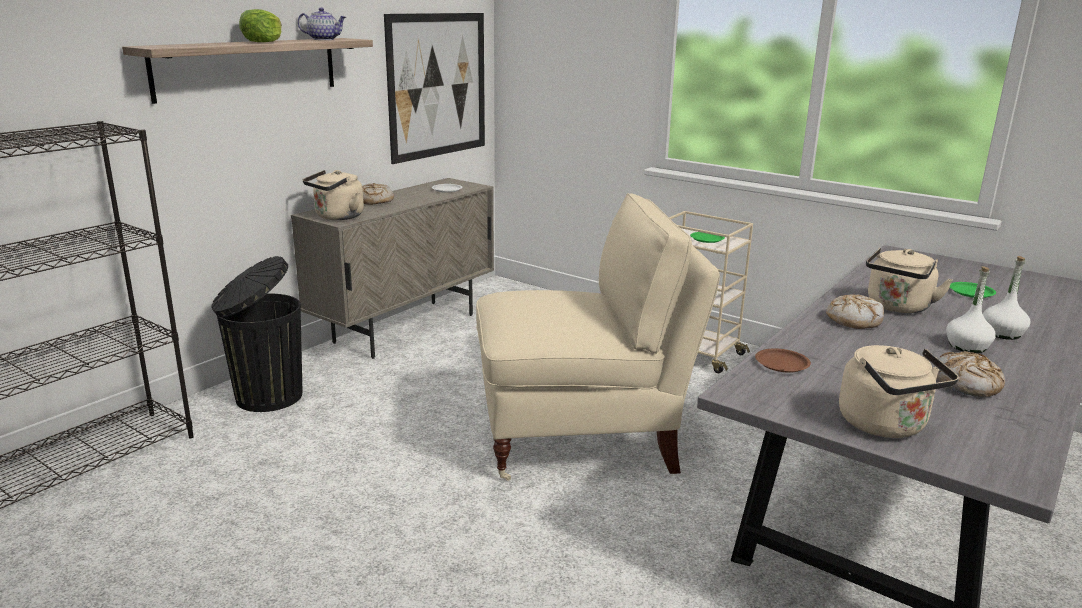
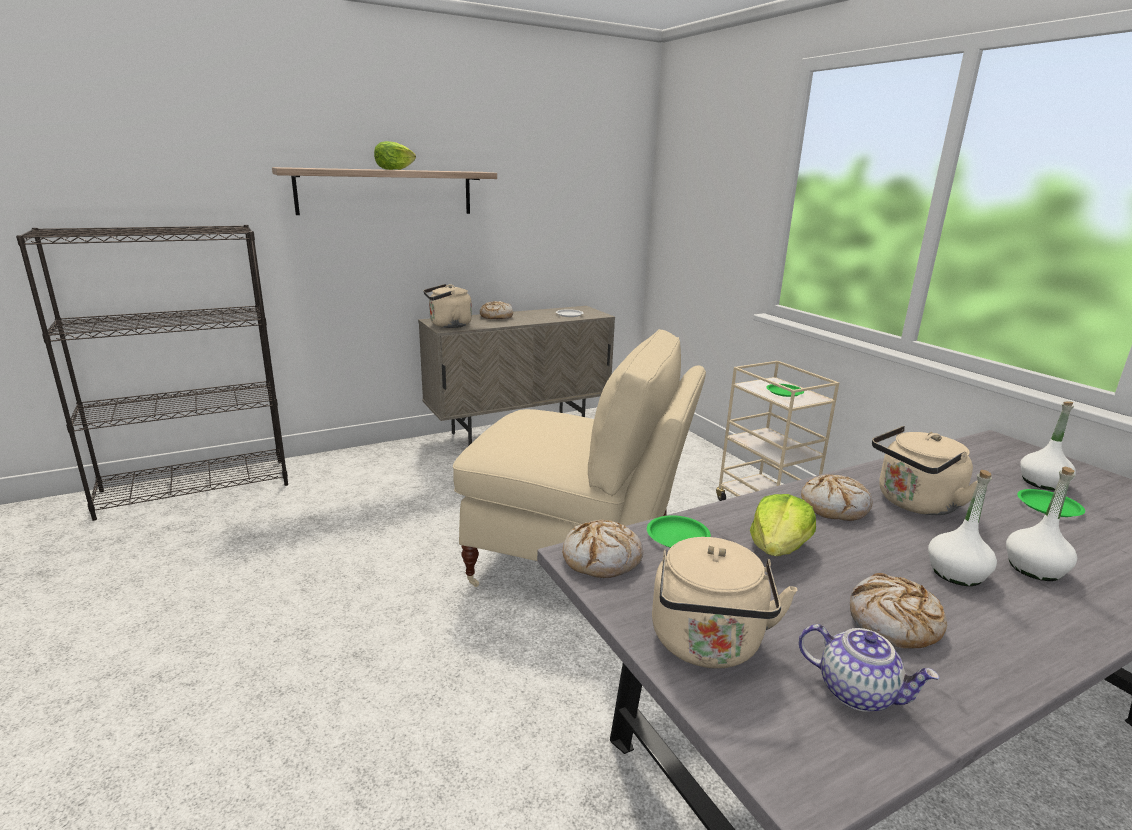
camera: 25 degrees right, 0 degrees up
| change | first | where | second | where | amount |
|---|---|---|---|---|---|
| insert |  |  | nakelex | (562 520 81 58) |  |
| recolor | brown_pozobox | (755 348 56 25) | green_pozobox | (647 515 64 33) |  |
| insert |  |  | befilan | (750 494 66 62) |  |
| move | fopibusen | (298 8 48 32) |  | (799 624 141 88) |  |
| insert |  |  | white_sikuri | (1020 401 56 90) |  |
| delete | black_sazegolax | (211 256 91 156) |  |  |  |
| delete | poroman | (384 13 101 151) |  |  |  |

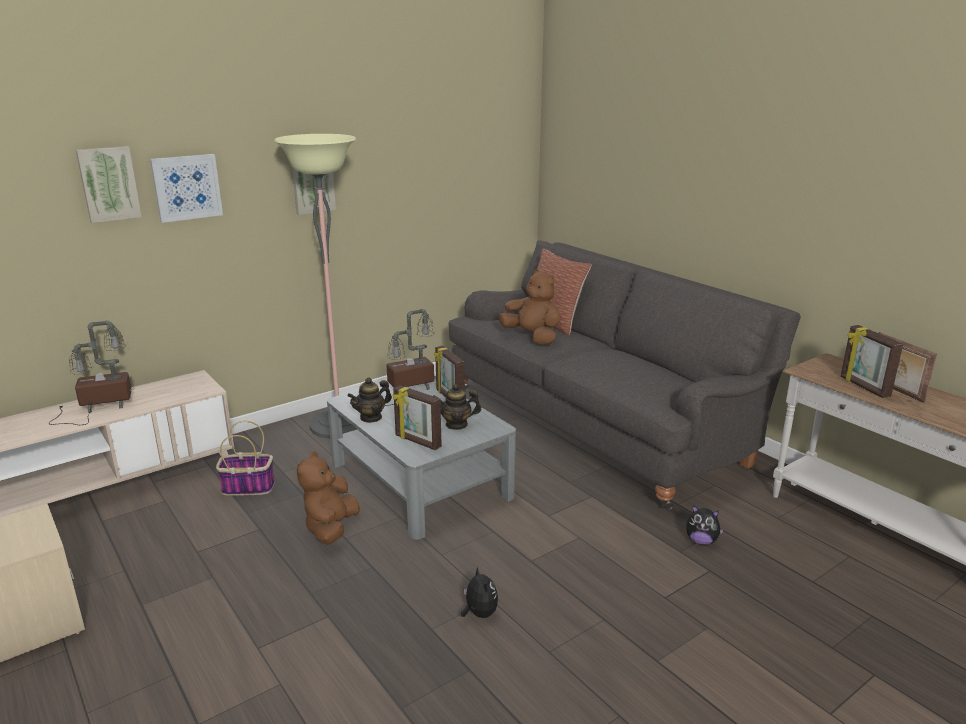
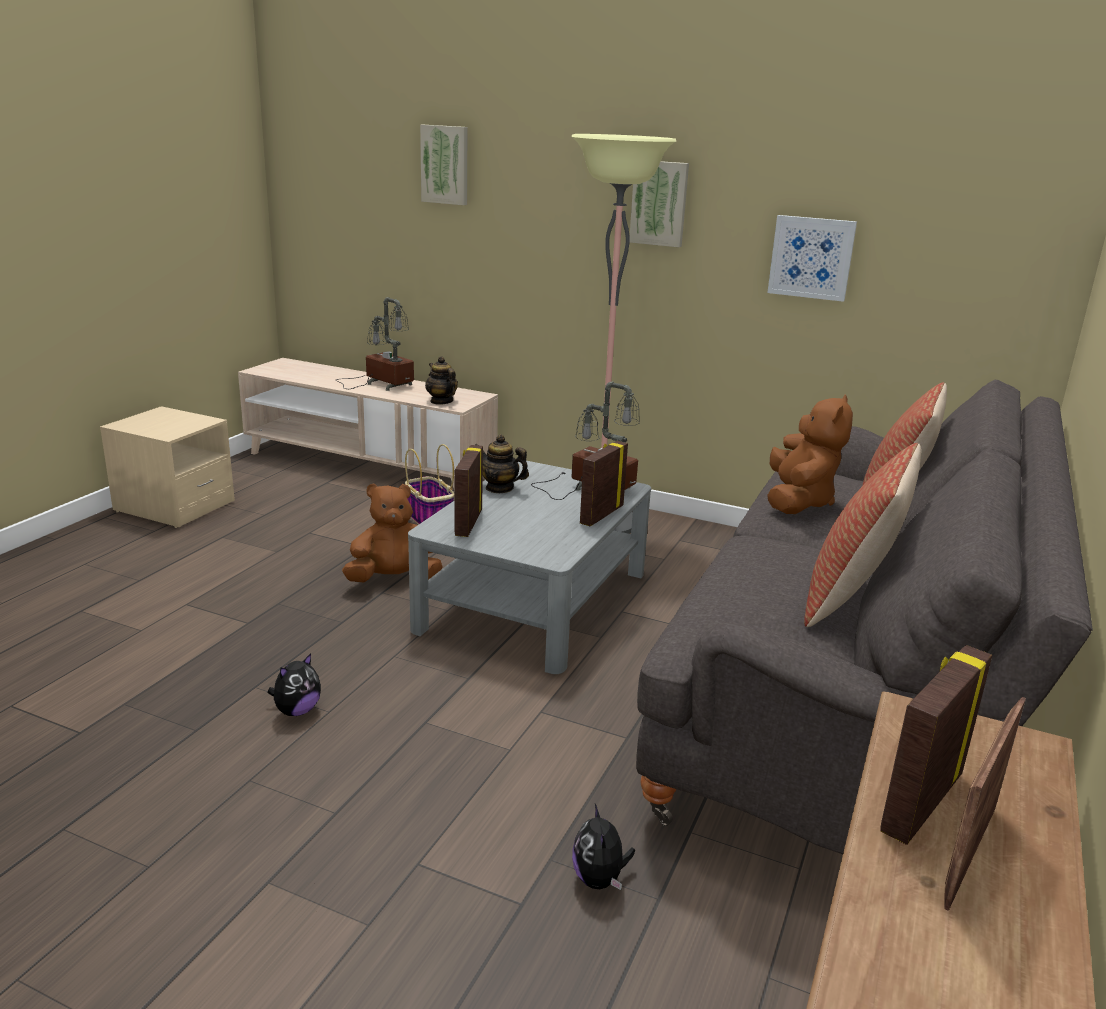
camera: 60 degrees right, 0 degrees up
| change | first | where | second | where | amount |
|---|---|---|---|---|---|
| move | fopibusen | (433 384 48 46) |  | (425 356 33 49) |  |
| move | poroman | (150 154 73 69) |  | (767 215 90 87) |  |
| insert |  |  | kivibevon | (804 443 117 184) |  |

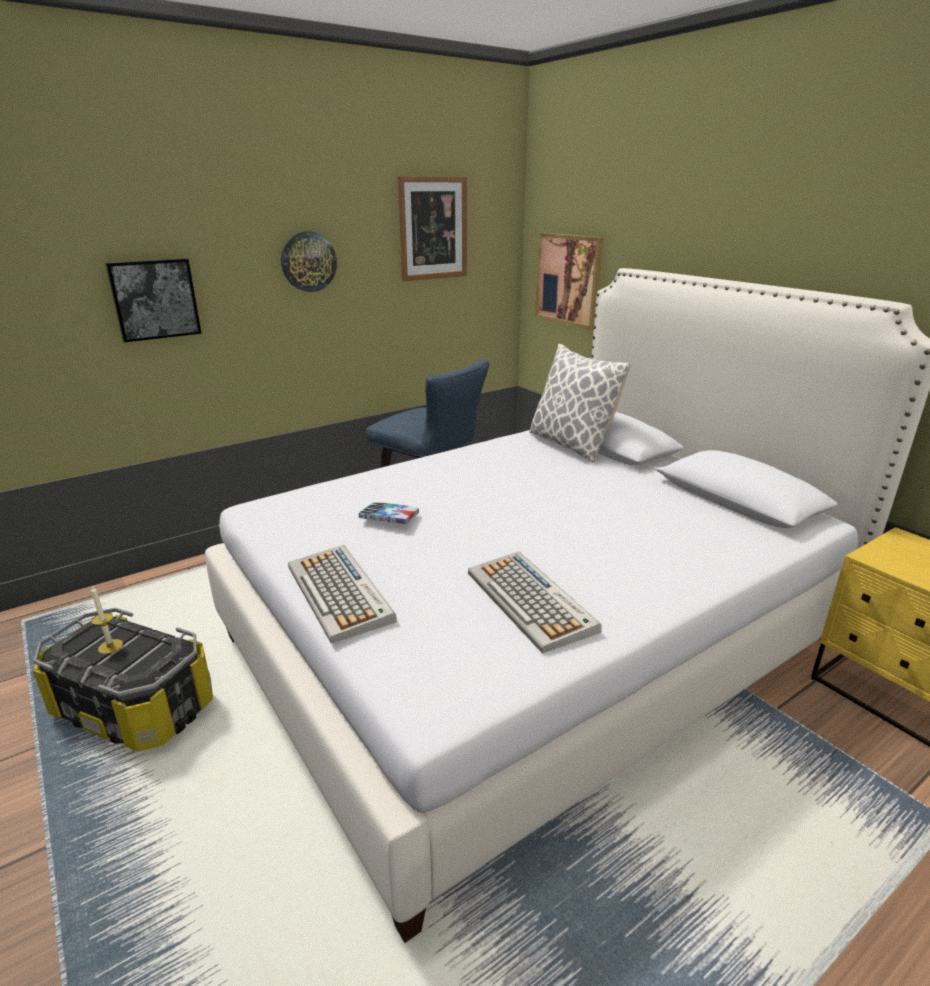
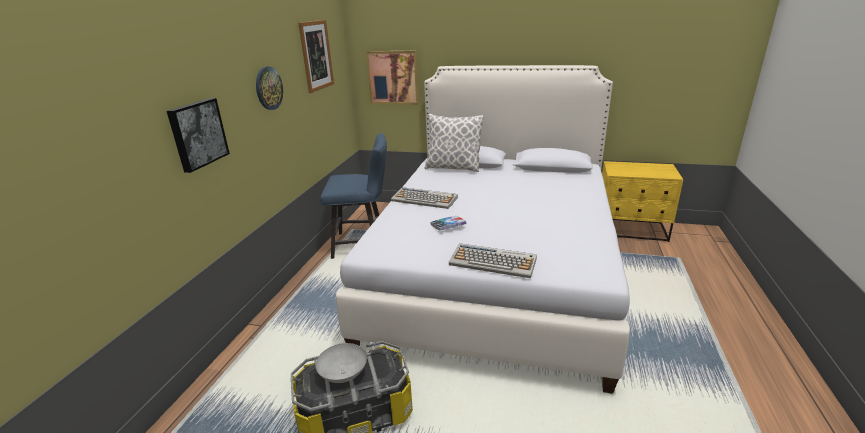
camera: 40 degrees left, 0 degrees up
| change | first | where | second | where | amount |
|---|---|---|---|---|---|
| replace | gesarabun | (91 586 32 68) | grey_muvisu | (315 343 52 40) |  |
| move | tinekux | (468 551 134 102) |  | (391 187 67 22) |  |

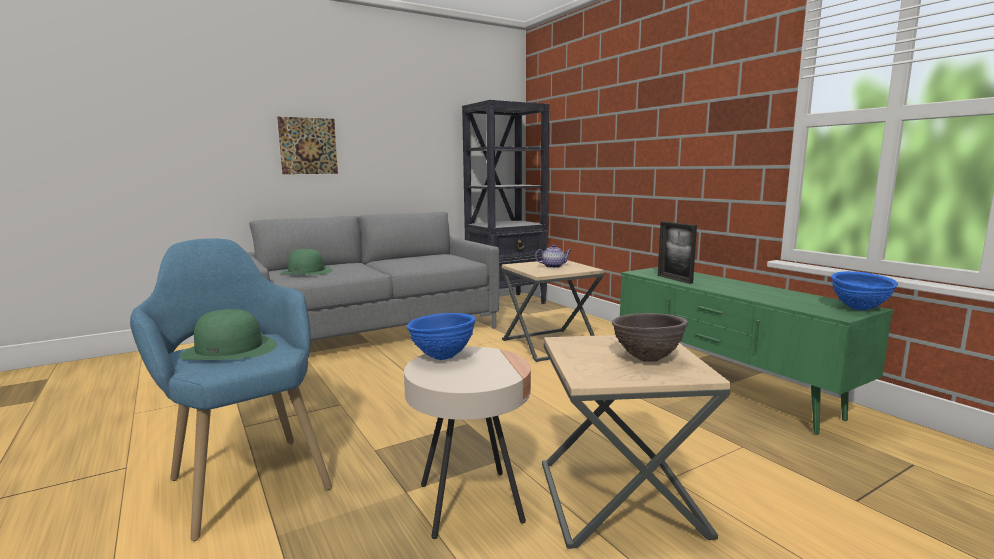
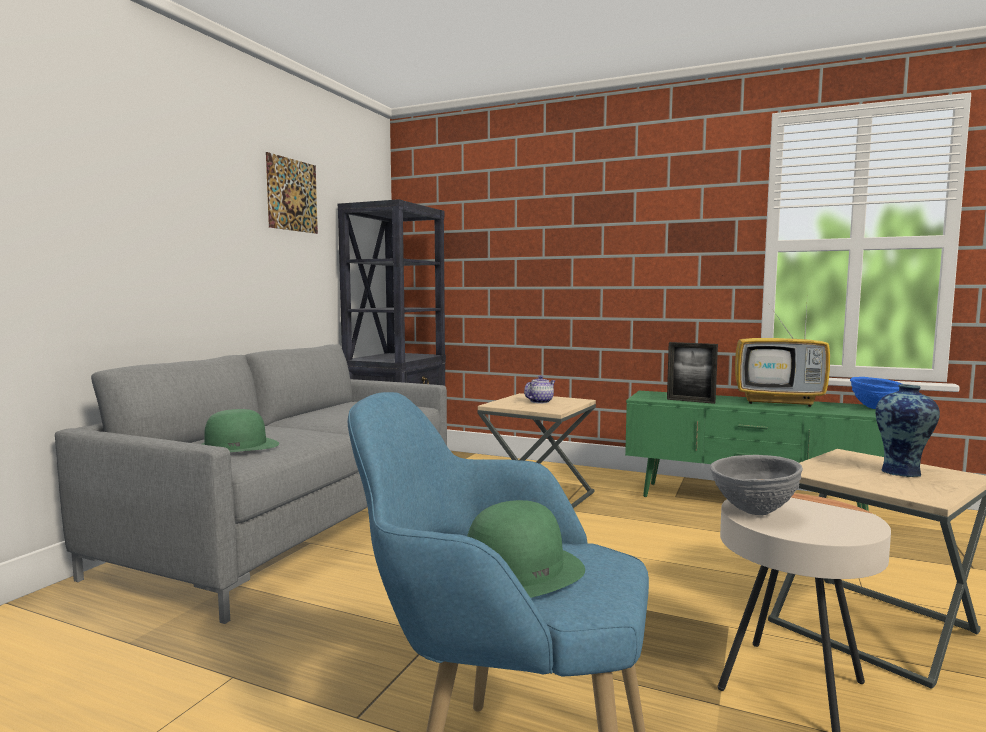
camera: 35 degrees left, 5 degrees down
| change | first | where | second | where | amount |
|---|---|---|---|---|---|
| move | poroman | (277 117 61 57) |  | (266 152 52 82) |  |
| recolor | blue_muvisu | (406 313 70 47) | grey_muvisu | (710 455 93 60) |  |
| insert |  |  | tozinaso | (735 293 95 114) |  |
| replace | brown_muvisu | (612 313 76 49) | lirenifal | (876 384 64 93) |  |

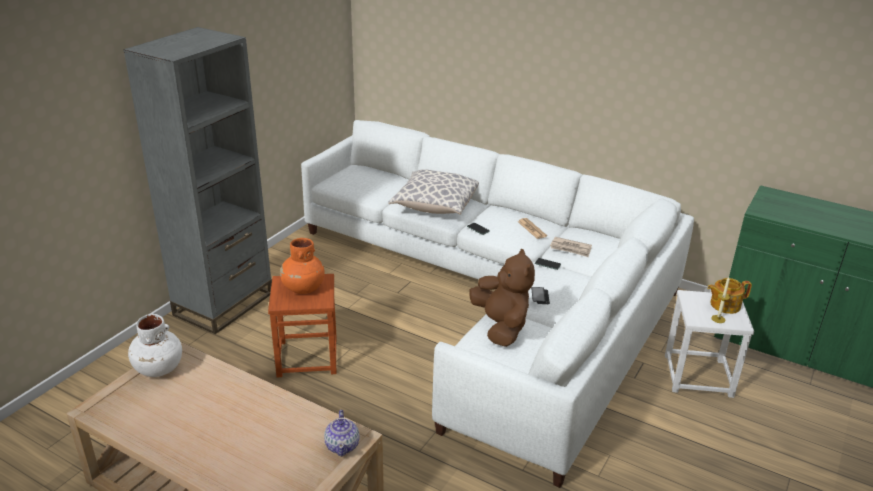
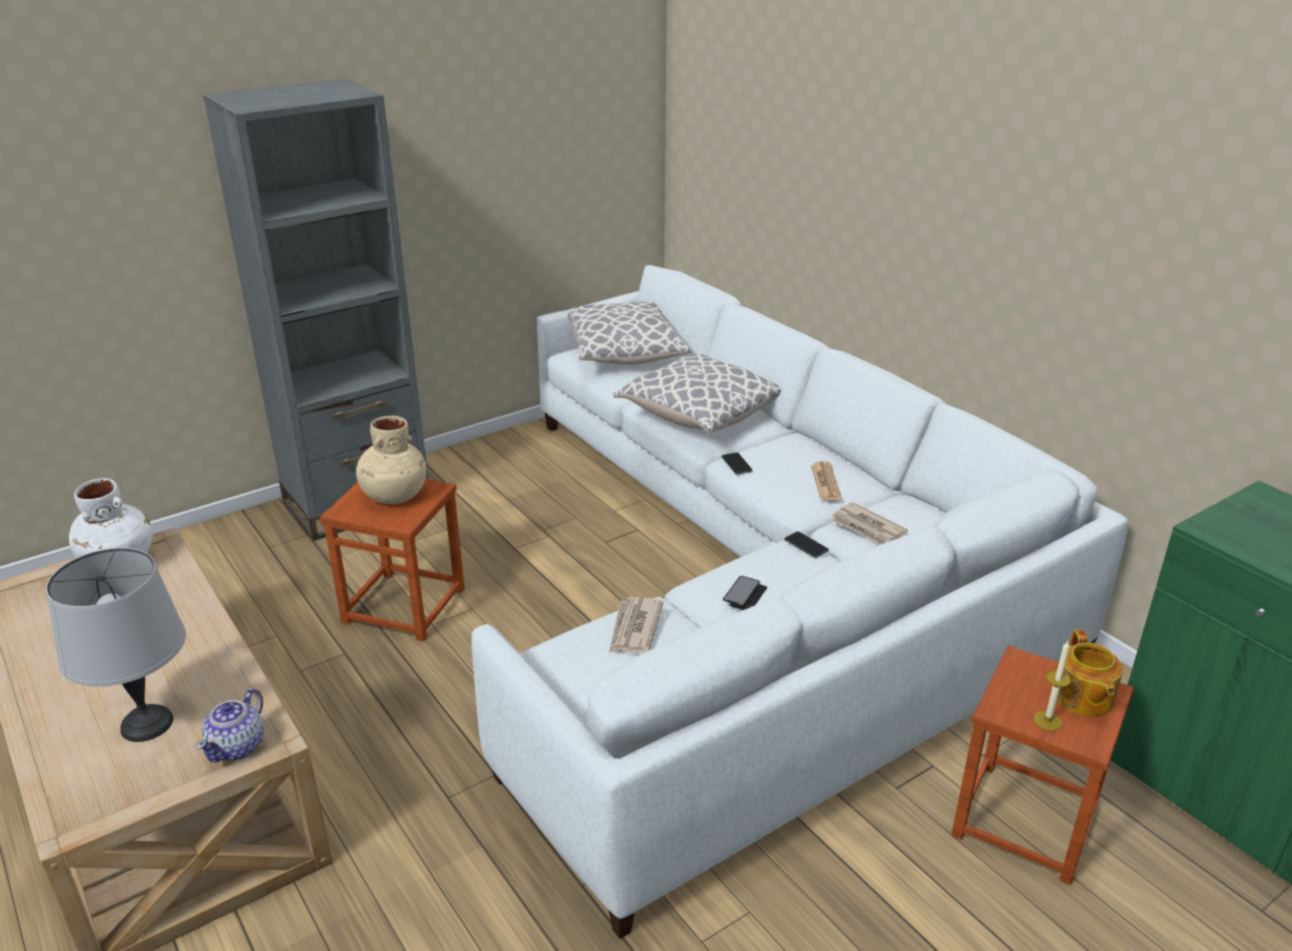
camera: 25 degrees right, 0 degrees up
| change | first | where | second | where | amount |
|---|---|---|---|---|---|
| insert |  |  | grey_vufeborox | (46 548 140 194) |  |
| recolor | orange_lirenifal | (280 238 45 56) | beige_lirenifal | (356 416 71 88) |  |
| insert |  |  | kivibevon | (567 302 123 63) |  |
| replace | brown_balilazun | (469 249 66 98) | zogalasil | (609 597 55 56) |  |
| recolor | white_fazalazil | (665 290 89 108) | brown_fazalazil | (951 646 183 239) |  |
| rotate | fopibusen | (707 278 45 36) |  | (1057 630 66 87) | 105 degrees counterclockwise |

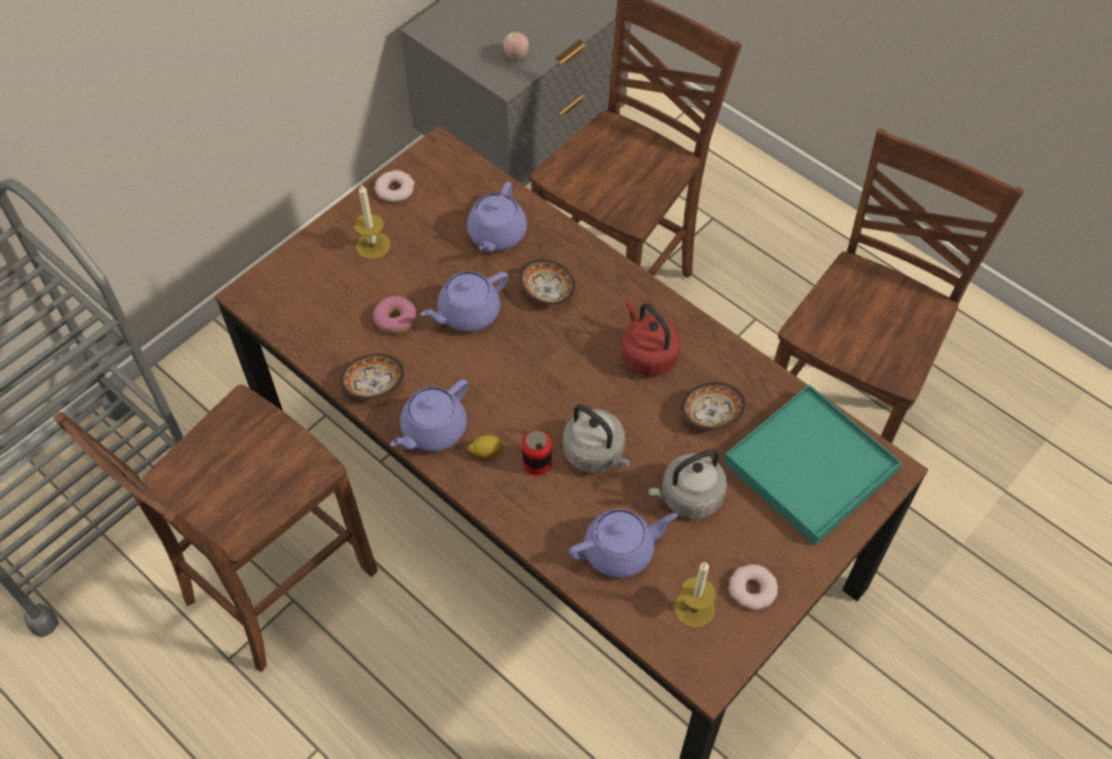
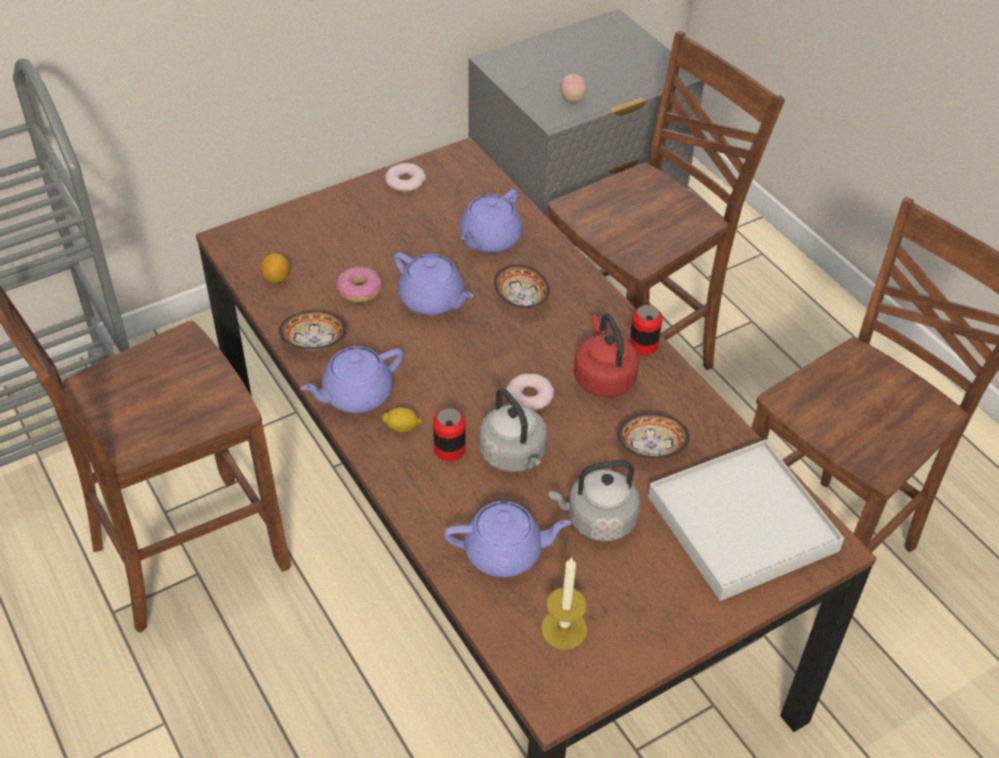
camera: 15 degrees right, 10 degrees down
| change | first | where | second | where | amount |
|---|---|---|---|---|---|
| insert |  |  | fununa | (261 253 28 30) |  |
| rotate | purple_fopibusen | (420 271 88 61) |  | (394 252 79 64) | 120 degrees counterclockwise |
| move | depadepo | (729 564 49 46) |  | (506 374 48 37) |  |
| insert |  |  | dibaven | (629 305 34 50) |  |
| recolor | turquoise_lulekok | (724 384 178 162) | white_lulekok | (648 440 196 161) |  |
| delete | gesarabun | (354 184 36 75) |  |  |  |

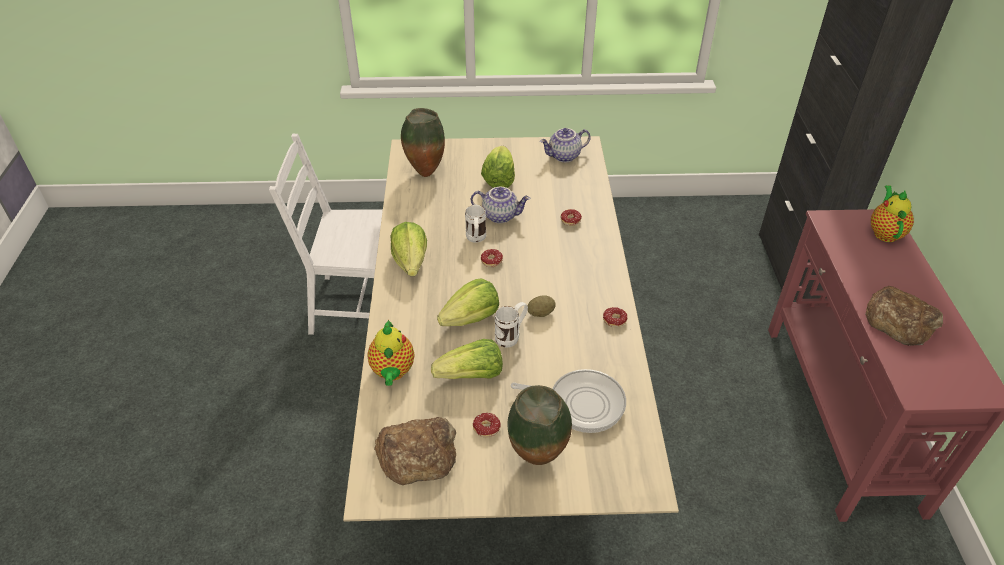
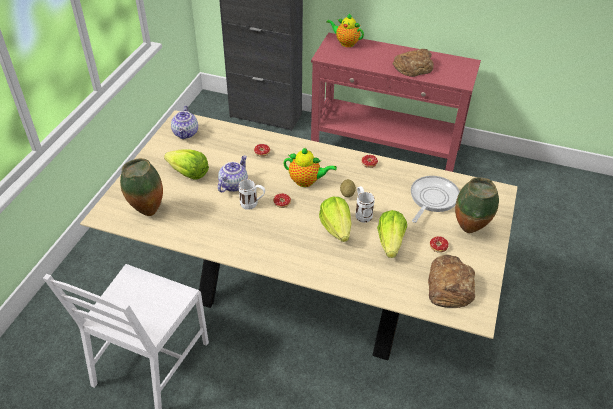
camera: 70 degrees left, 0 degrees up
| change | first | where | second | where | amount |
|---|---|---|---|---|---|
| move | fopibusen | (367 320 47 66) |  | (283 148 54 39) |  |
| delete | befilan | (390 222 37 54) |  |  |  |

